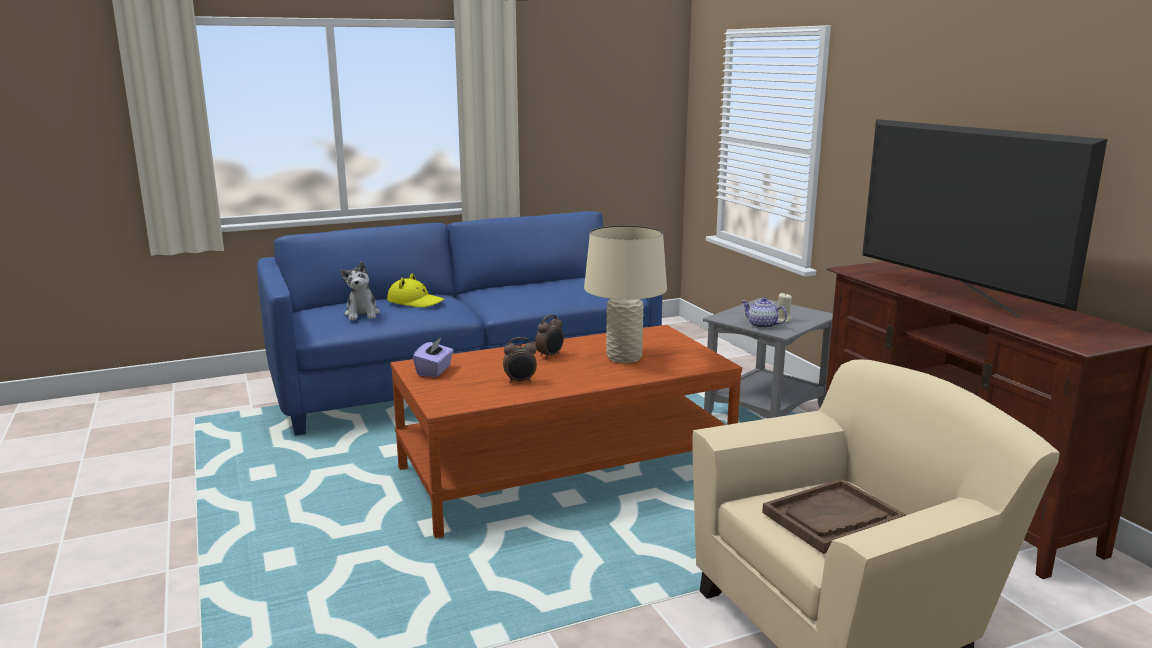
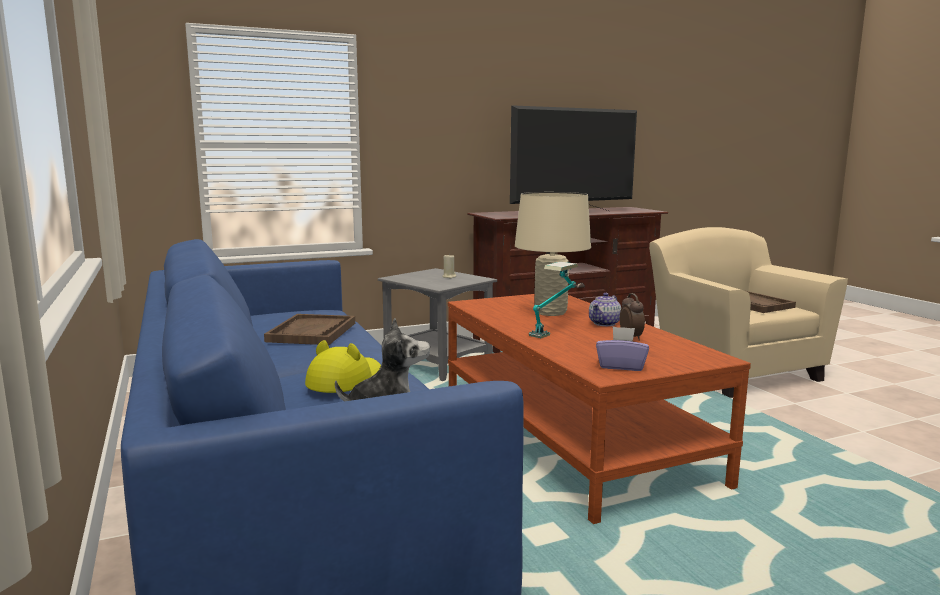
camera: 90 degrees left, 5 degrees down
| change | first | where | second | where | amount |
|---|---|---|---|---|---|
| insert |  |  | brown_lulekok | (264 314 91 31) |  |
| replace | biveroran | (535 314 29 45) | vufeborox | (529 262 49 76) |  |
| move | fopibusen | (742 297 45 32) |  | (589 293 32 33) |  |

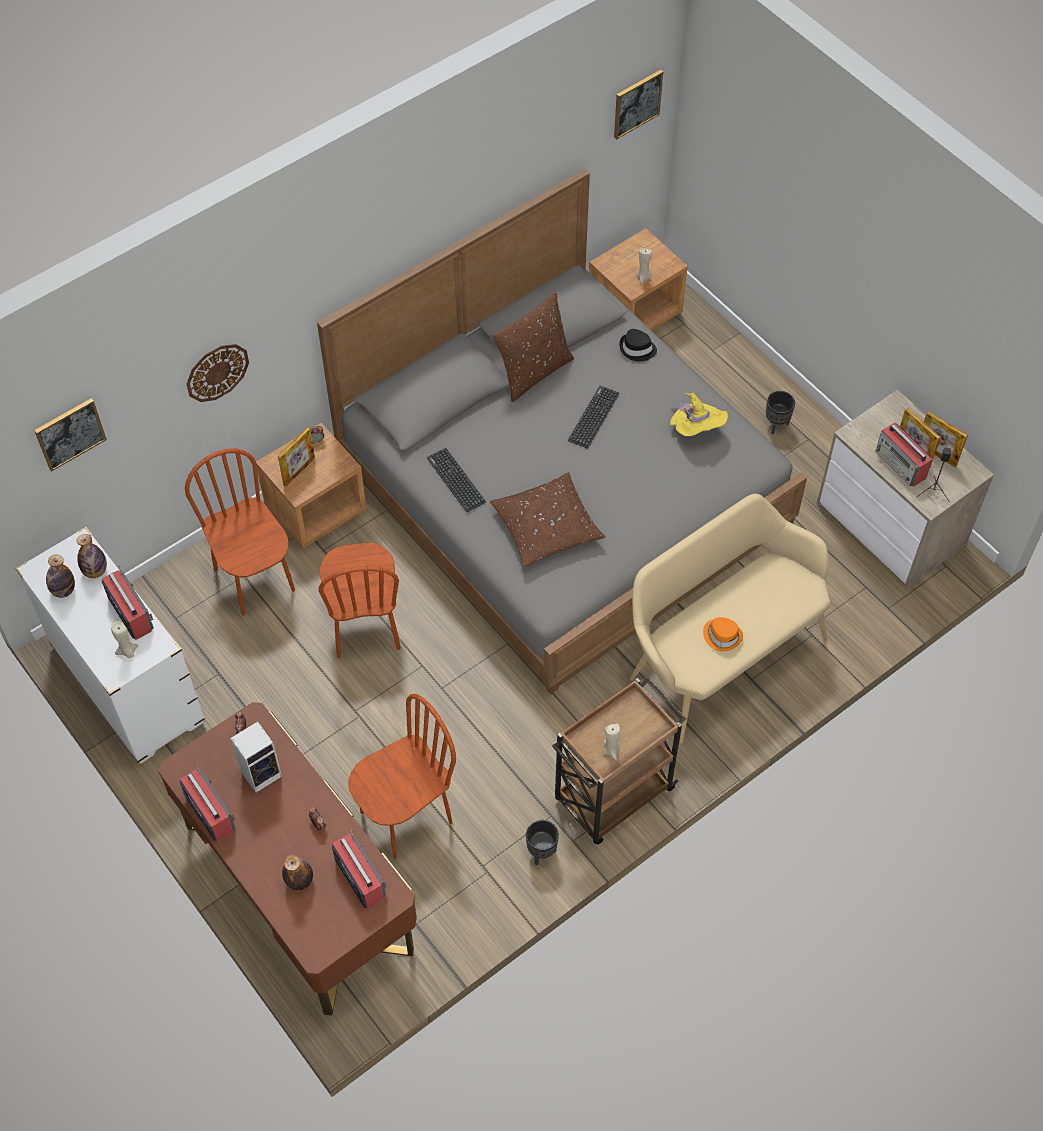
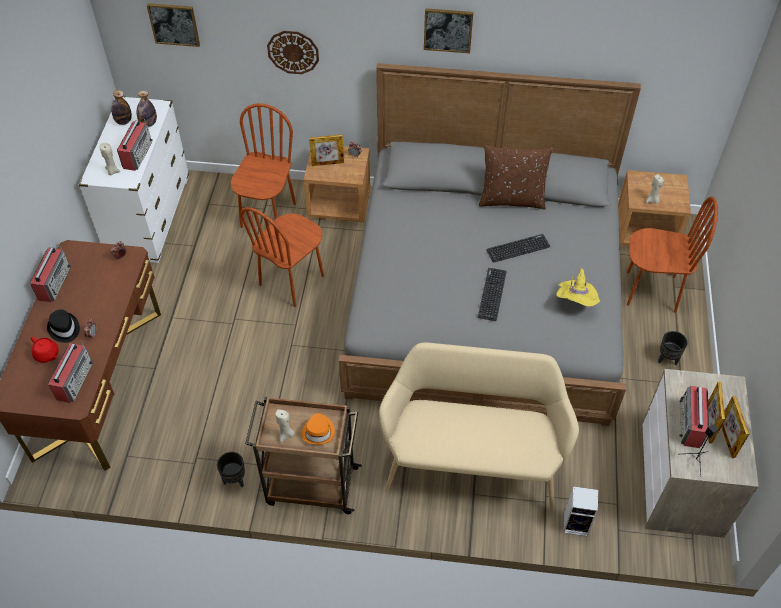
camera: 45 degrees right, 5 degrees down
| change | first | where | second | where | amount |
|---|---|---|---|---|---|
| replace | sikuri | (282 854 31 36) | red_fopibusen | (31 337 28 26) |  |
| move | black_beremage | (619 329 38 32) |  | (47 310 33 33) |  |
| move | orange_beremage | (703 617 40 34) |  | (302 413 33 32) |  |
| move | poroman | (614 70 49 69) |  | (424 8 49 45) |  |
| move | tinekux | (427 448 59 64) |  | (478 268 29 53) |  |
| move | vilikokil | (230 722 52 71) |  | (563 486 35 50) |  |
| move | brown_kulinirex | (348 694 108 165) |  | (627 197 91 116) |  |
| delete | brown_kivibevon | (490 472 115 95) |  |  |  |

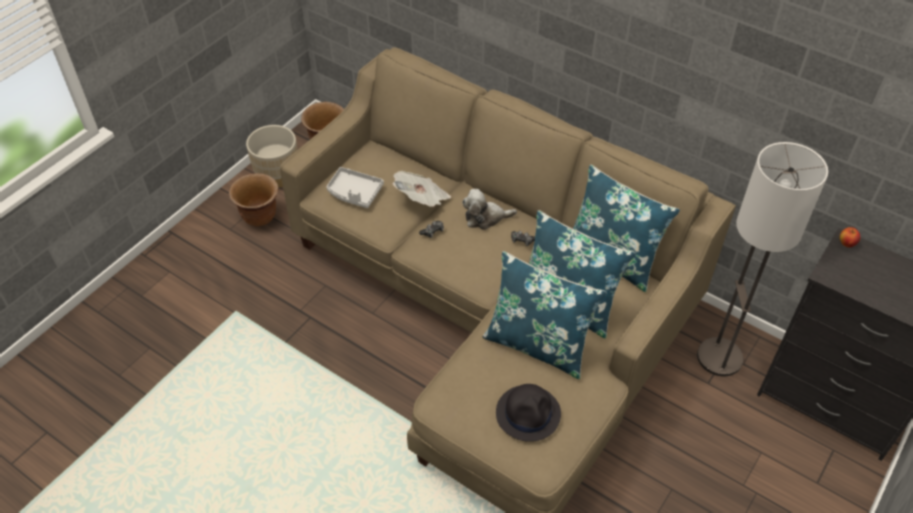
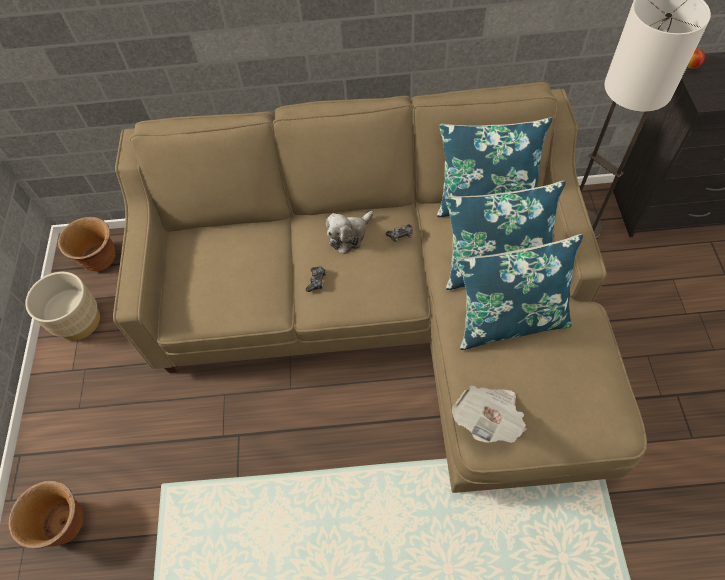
camera: 35 degrees left, 10 degrees up
| change | first | where | second | where | amount |
|---|---|---|---|---|---|
| move | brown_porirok | (229 173 49 53) |  | (8 481 75 68) |  |
| move | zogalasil | (392 171 59 36) |  | (452 385 75 58) |  |
| delete | grey_lulekok | (327 167 57 41) |  |  |  |
| delete | black_beremage | (496 384 65 58) |  |  |  |

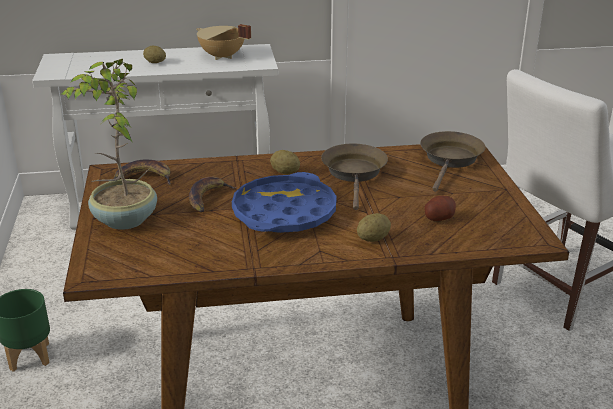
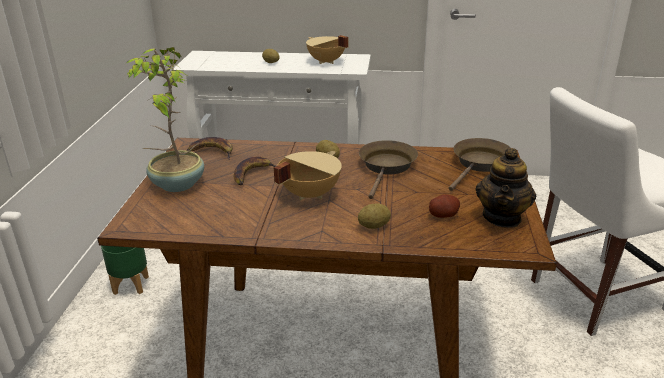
camera: 15 degrees right, 0 degrees up
| change | first | where | second | where | amount |
|---|---|---|---|---|---|
| replace | blue_lulekok | (232 172 104 61) | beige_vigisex | (274 151 68 49) |  |
| insert |  |  | fopibusen | (475 148 61 80) |  |

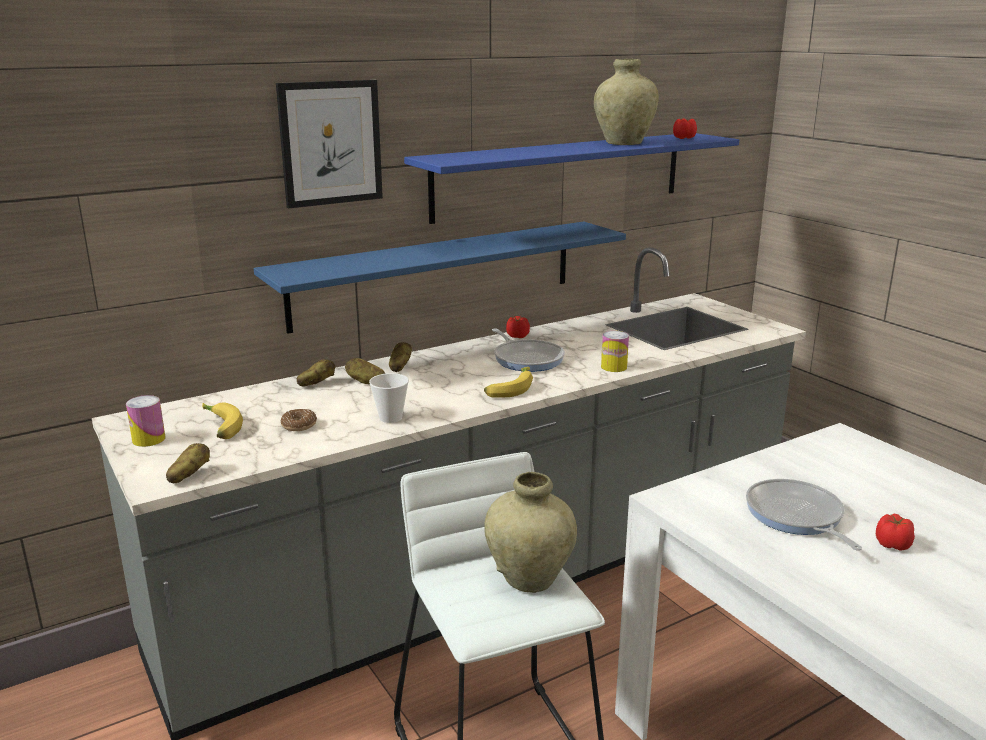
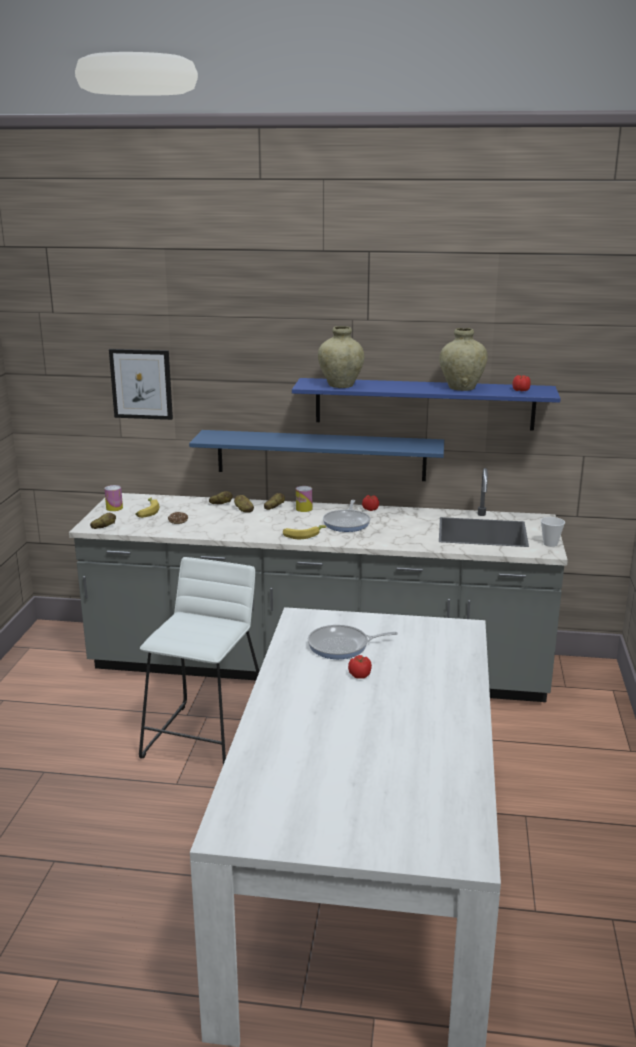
camera: 40 degrees right, 0 degrees up
| change | first | where | second | where | amount |
|---|---|---|---|---|---|
| move | poroman | (276 80 107 128) |  | (109 349 64 71) |  |
| move | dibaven | (601 331 28 41) |  | (296 486 16 26) |  |
| rotate | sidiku | (746 479 116 72) |  | (308 625 90 34) | 120 degrees counterclockwise |
| move | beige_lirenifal | (484 472 93 121) |  | (318 326 46 62) |  |
| move | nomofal | (369 373 40 50) |  | (541 517 24 30) |  |

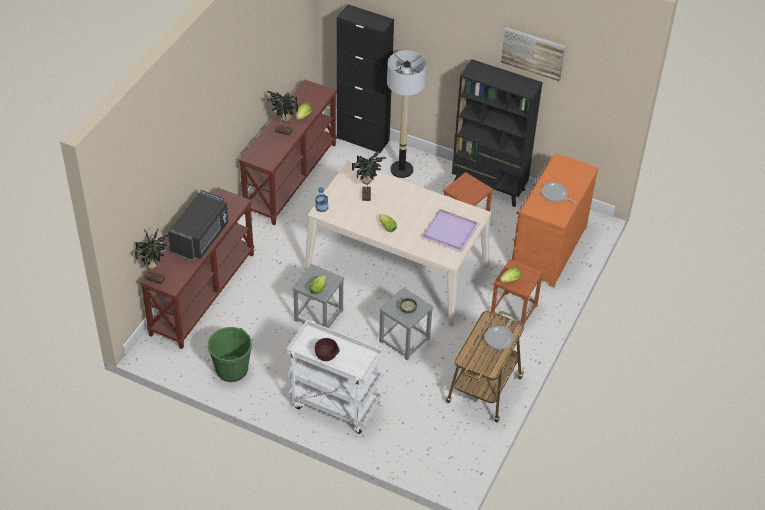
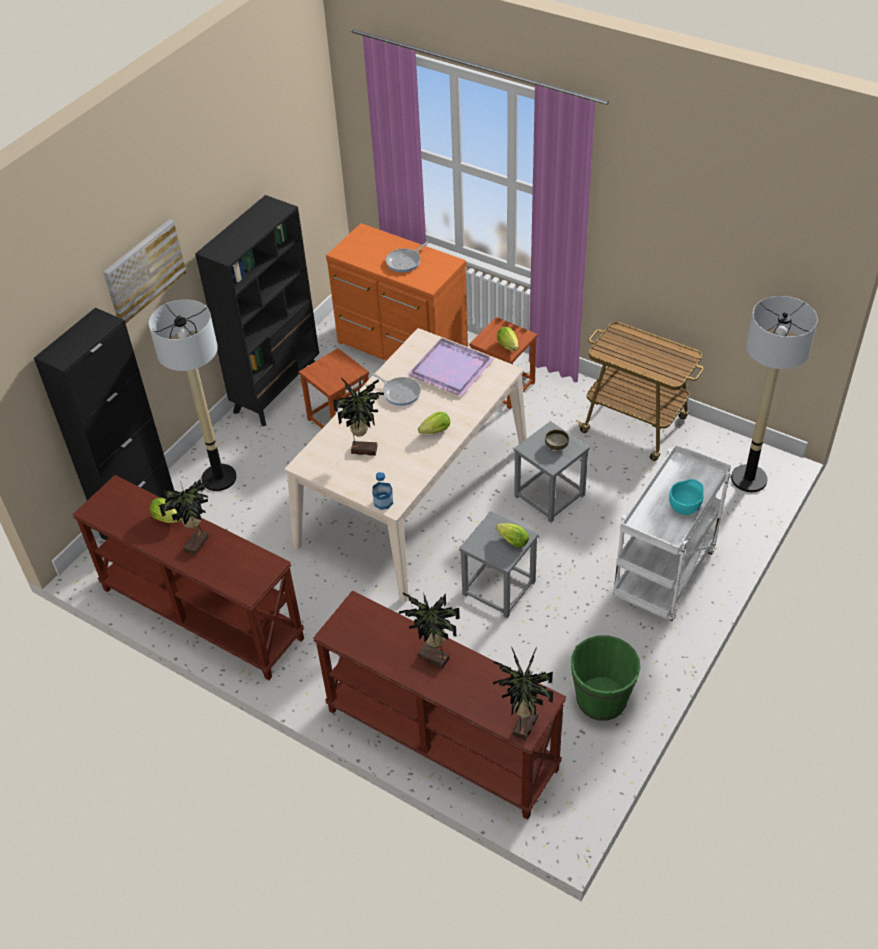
camera: 80 degrees left, 0 degrees up
| change | first | where | second | where | amount |
|---|---|---|---|---|---|
| move | poroman | (501 27 65 54) |  | (103 219 83 105) |  |
| move | sidiku | (485 318 29 31) |  | (371 373 50 33) |  |
| replace | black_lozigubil | (168 190 60 70) | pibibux | (399 592 61 77) |  |
| recolor | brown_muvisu | (315 338 25 23) | turquoise_muvisu | (669 479 35 36) |  |
| insert |  |  | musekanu | (731 296 87 196) |  |

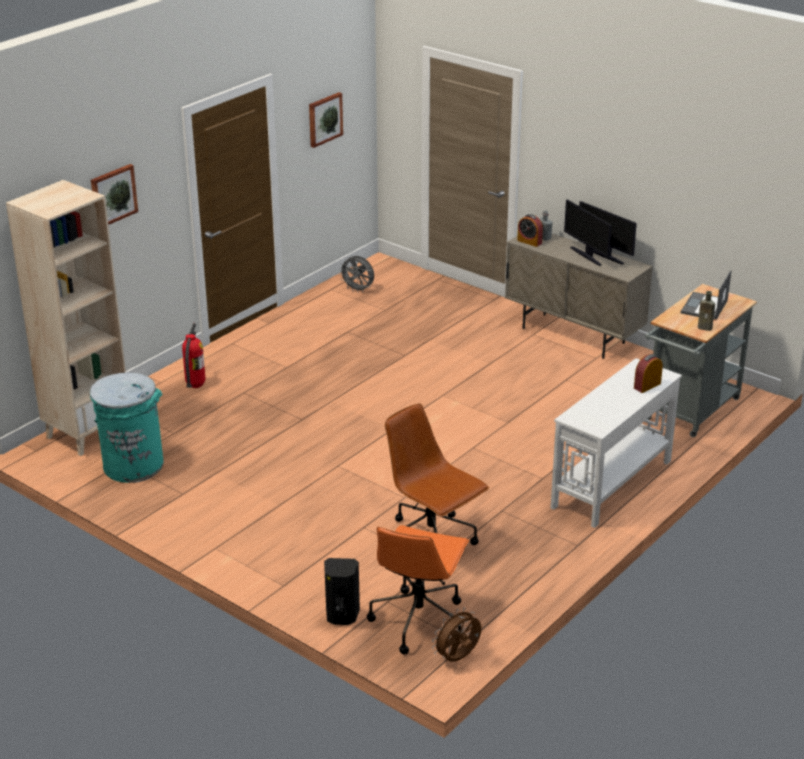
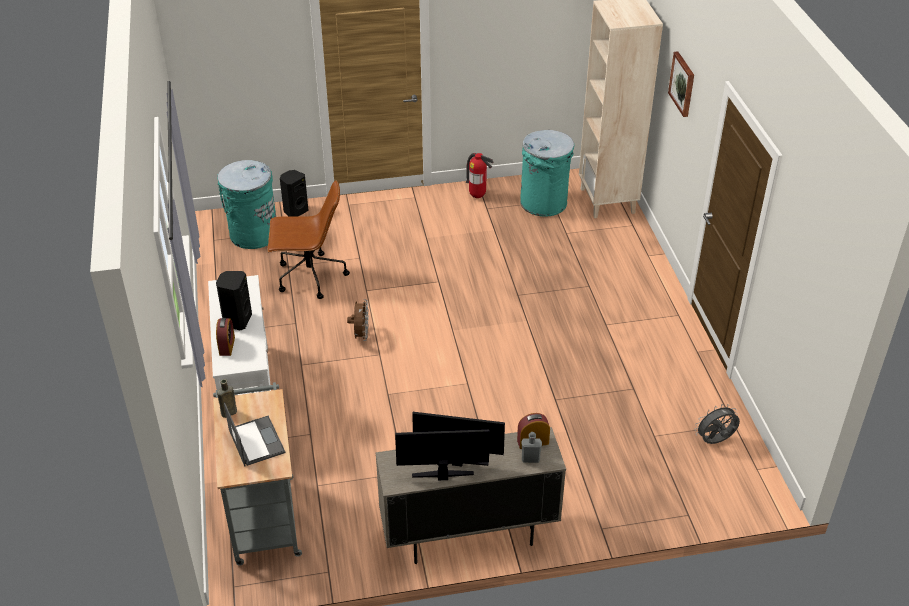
camera: 130 degrees right, 10 degrees up
| change | first | where | second | where | amount |
|---|---|---|---|---|---|
| insert |  |  | black_vilikokil | (216 271 36 59) |  |
| replace | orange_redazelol | (367 525 102 130) | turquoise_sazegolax | (217 160 59 89) |  |
| move | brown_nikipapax | (432 608 49 53) |  | (347 299 22 42) |  |
| move | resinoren | (182 323 23 65) |  | (466 153 28 45) |  |
| delete | poroman | (309 92 34 56) |  |  |  |

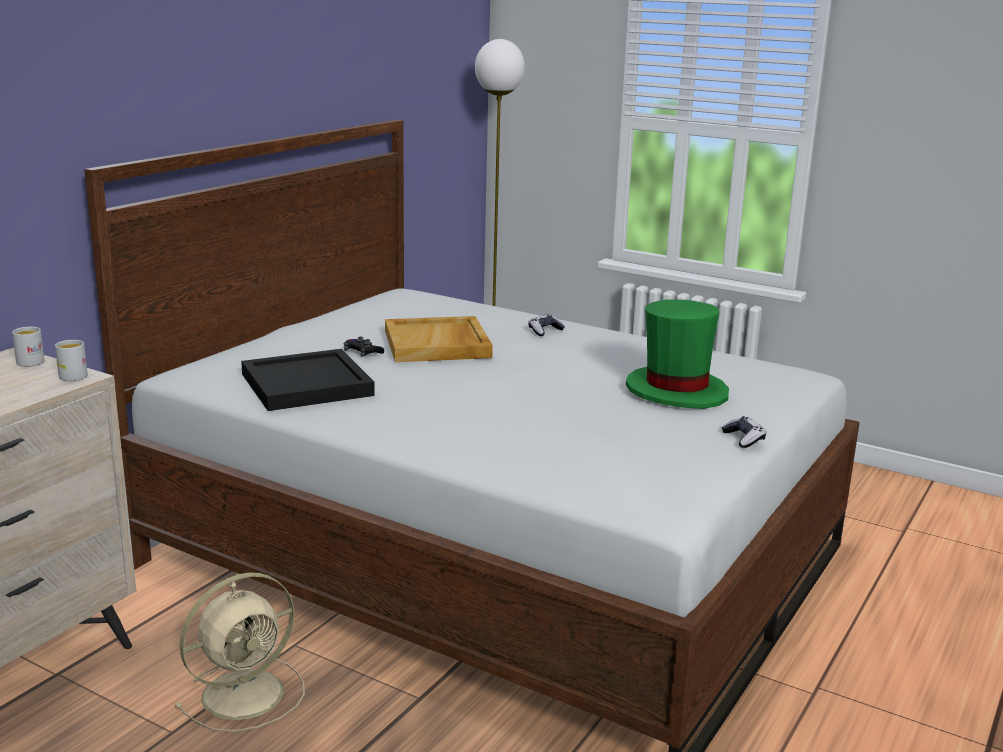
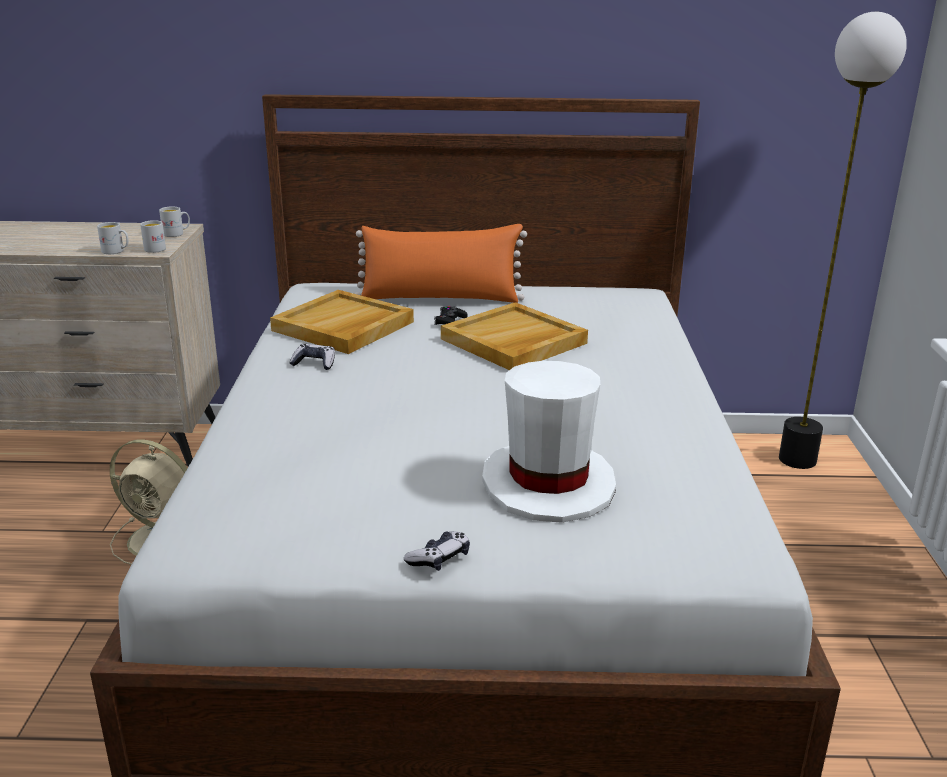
camera: 60 degrees right, 5 degrees up
| change | first | where | second | where | amount |
|---|---|---|---|---|---|
| insert |  |  | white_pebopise | (97 222 32 32) |  |
| recolor | black_lulekok | (241 349 134 62) | beige_lulekok | (270 290 144 64) |  |
| move | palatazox | (528 315 37 21) |  | (289 344 46 26) |  |
| insert |  |  | orange_kivibevon | (355 224 172 79) |  |
| recolor | green_beremage | (626 300 103 109) | white_beremage | (482 361 134 162) |  |

